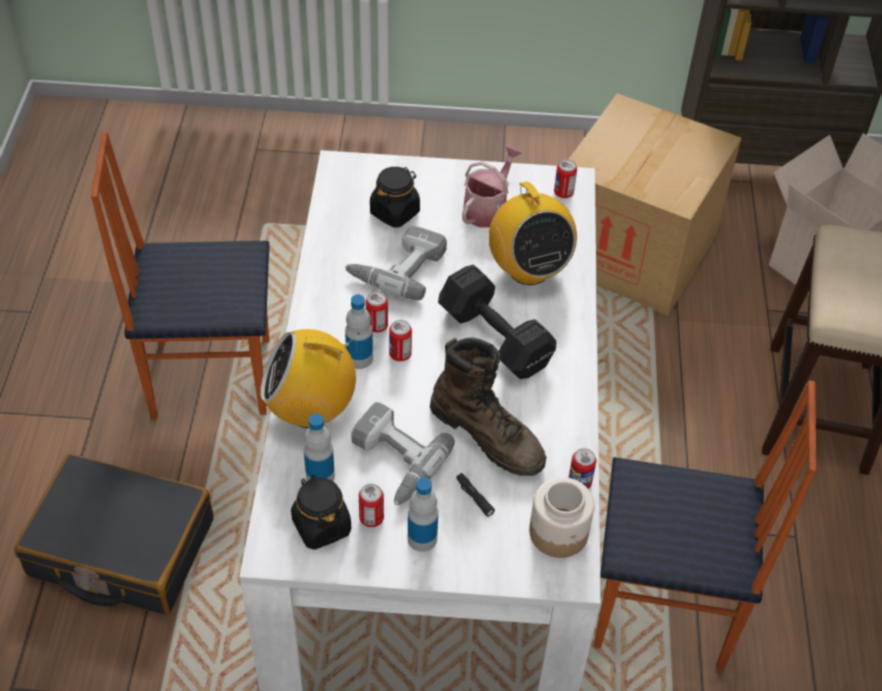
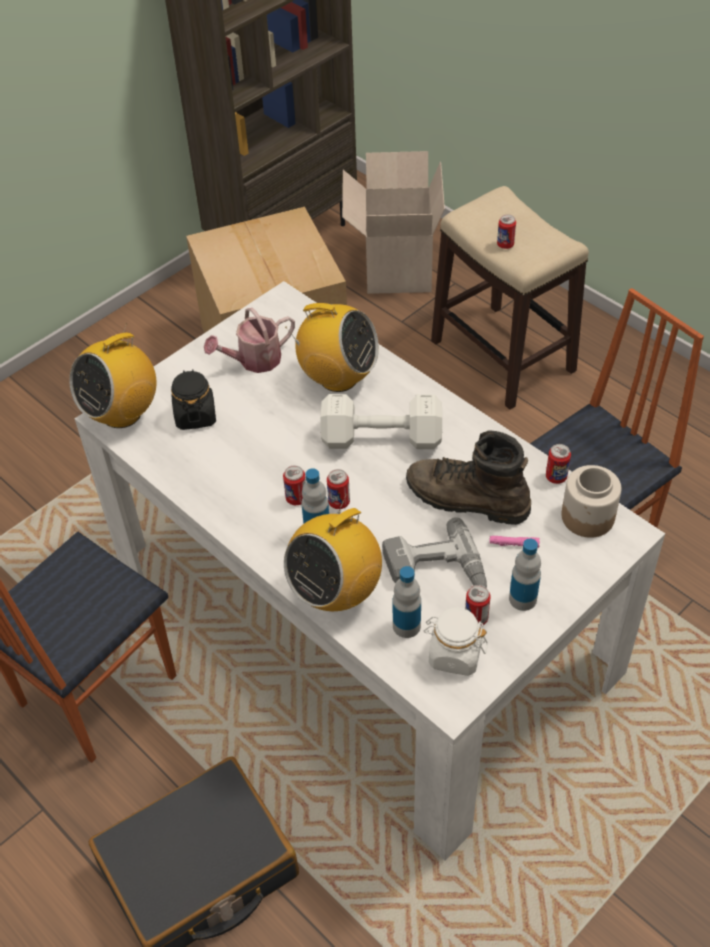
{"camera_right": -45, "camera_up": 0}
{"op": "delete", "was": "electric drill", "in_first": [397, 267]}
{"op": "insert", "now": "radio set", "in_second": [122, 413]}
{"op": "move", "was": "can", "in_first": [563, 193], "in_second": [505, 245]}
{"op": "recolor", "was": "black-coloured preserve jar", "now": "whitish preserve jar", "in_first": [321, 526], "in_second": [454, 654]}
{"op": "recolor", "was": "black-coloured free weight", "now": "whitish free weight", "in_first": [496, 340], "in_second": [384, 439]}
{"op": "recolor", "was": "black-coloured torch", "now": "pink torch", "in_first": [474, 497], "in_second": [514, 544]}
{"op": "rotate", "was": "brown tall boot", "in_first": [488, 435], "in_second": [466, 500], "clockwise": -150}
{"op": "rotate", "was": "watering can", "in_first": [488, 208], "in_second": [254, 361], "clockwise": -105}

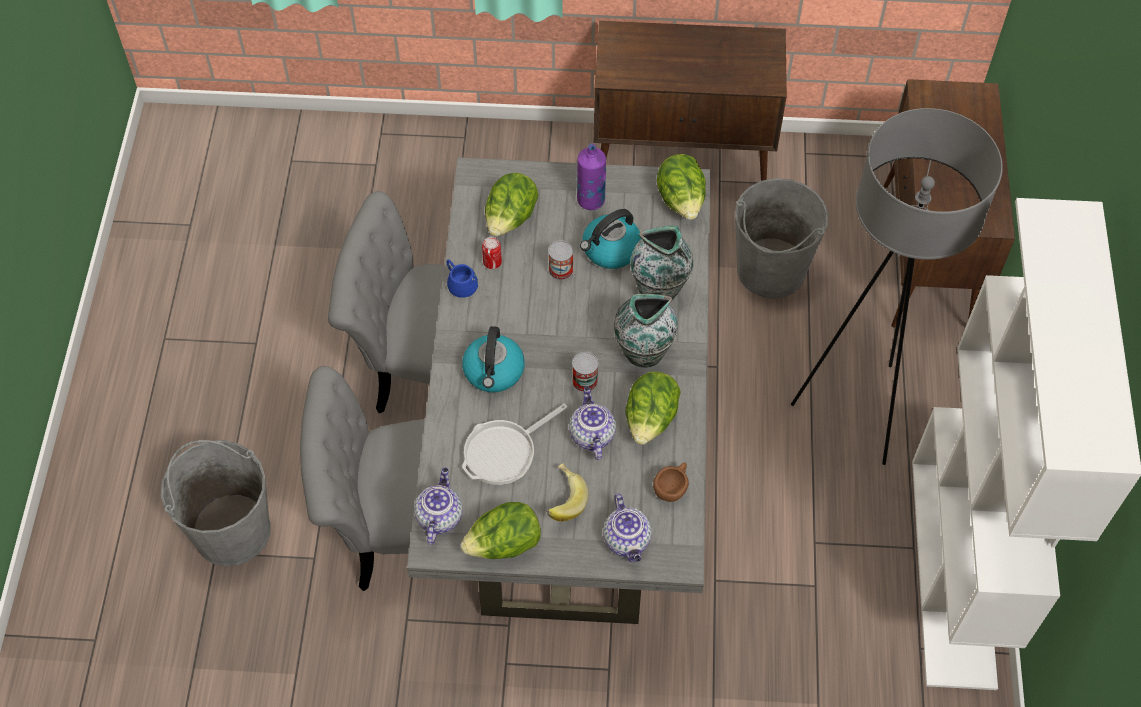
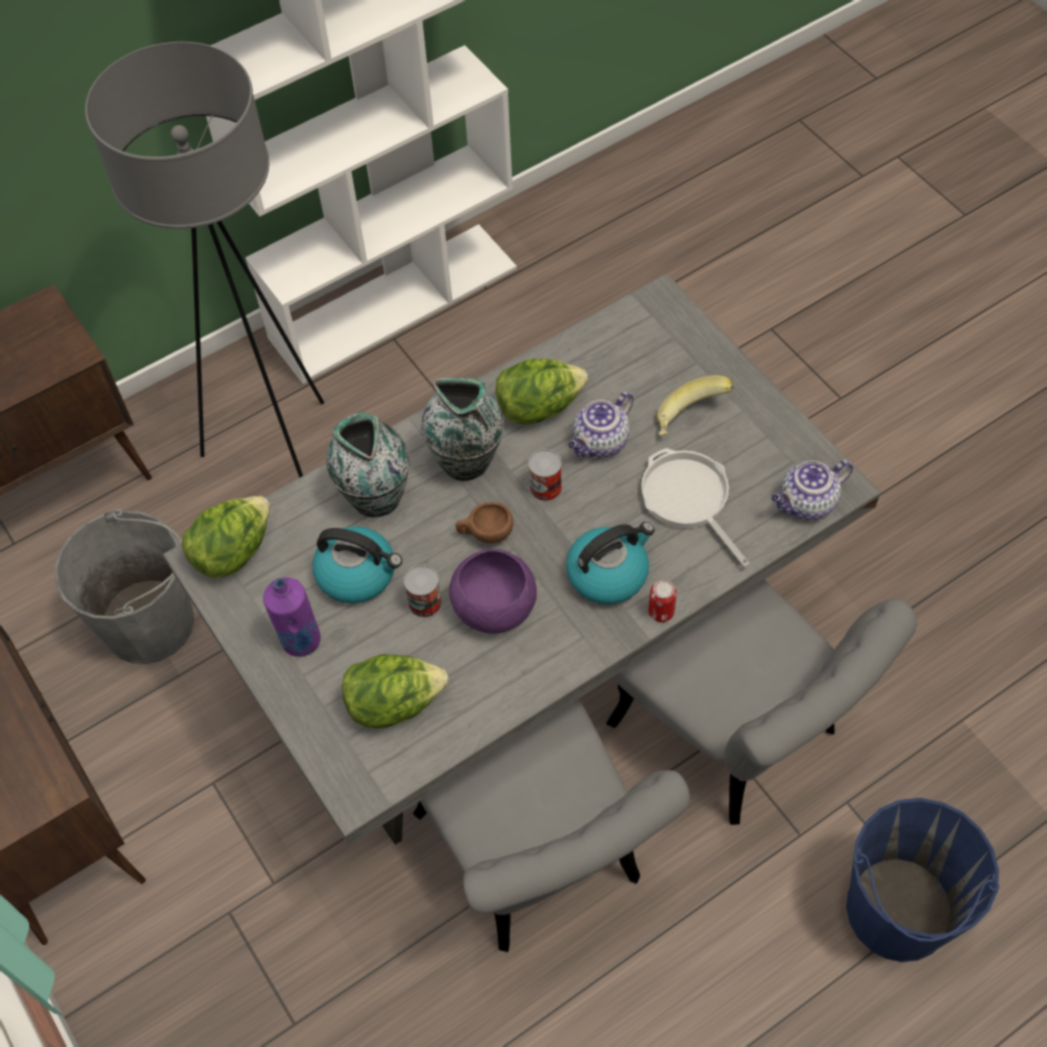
{"camera_right": -125, "camera_up": 0}
{"op": "delete", "was": "blue coffee mug", "in_first": [462, 281]}
{"op": "delete", "was": "head of lettuce", "in_first": [504, 544]}
{"op": "delete", "was": "tea pot", "in_first": [627, 541]}
{"op": "insert", "now": "purplish serving bowl", "in_second": [494, 606]}
{"op": "move", "was": "can", "in_first": [492, 262], "in_second": [661, 612]}
{"op": "move", "was": "brown cup", "in_first": [672, 487], "in_second": [485, 534]}
{"op": "recolor", "was": "greyish bucket", "now": "blue bucket", "in_first": [232, 530], "in_second": [898, 911]}
{"op": "rotate", "was": "pan", "in_first": [504, 452], "in_second": [688, 499], "clockwise": -135}

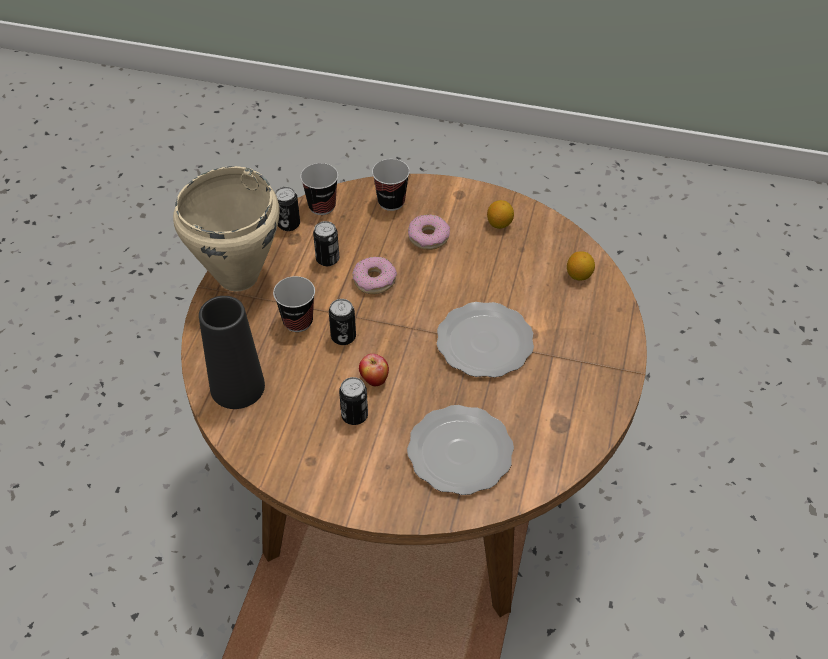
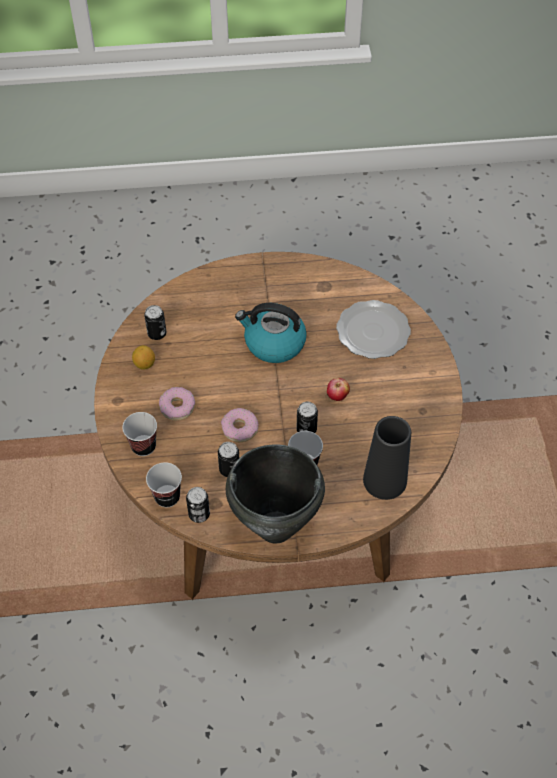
{"camera_right": -110, "camera_up": 5}
{"op": "delete", "was": "citrus fruit", "in_first": [579, 275]}
{"op": "move", "was": "can", "in_first": [354, 415], "in_second": [157, 333]}
{"op": "replace", "was": "dinner plate", "now": "kettle", "in_first": [483, 342], "in_second": [273, 343]}
{"op": "recolor", "was": "beige saucepot", "now": "black-coloured saucepot", "in_first": [237, 277], "in_second": [276, 528]}

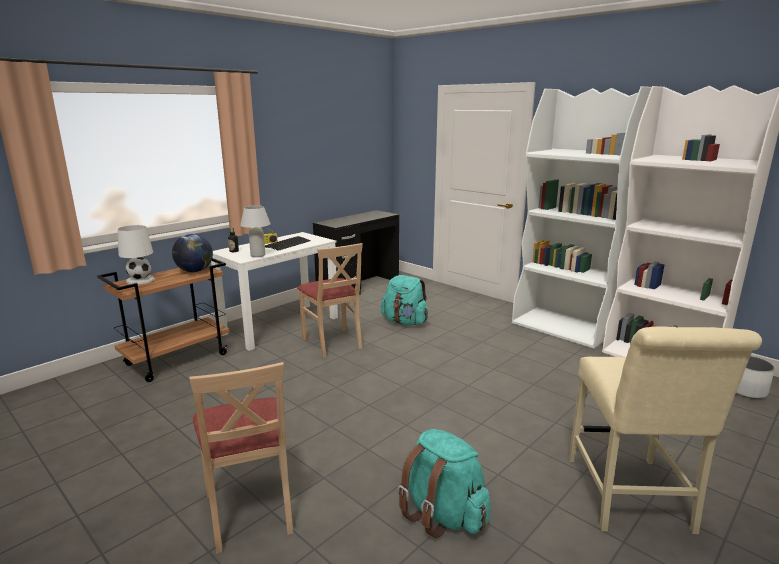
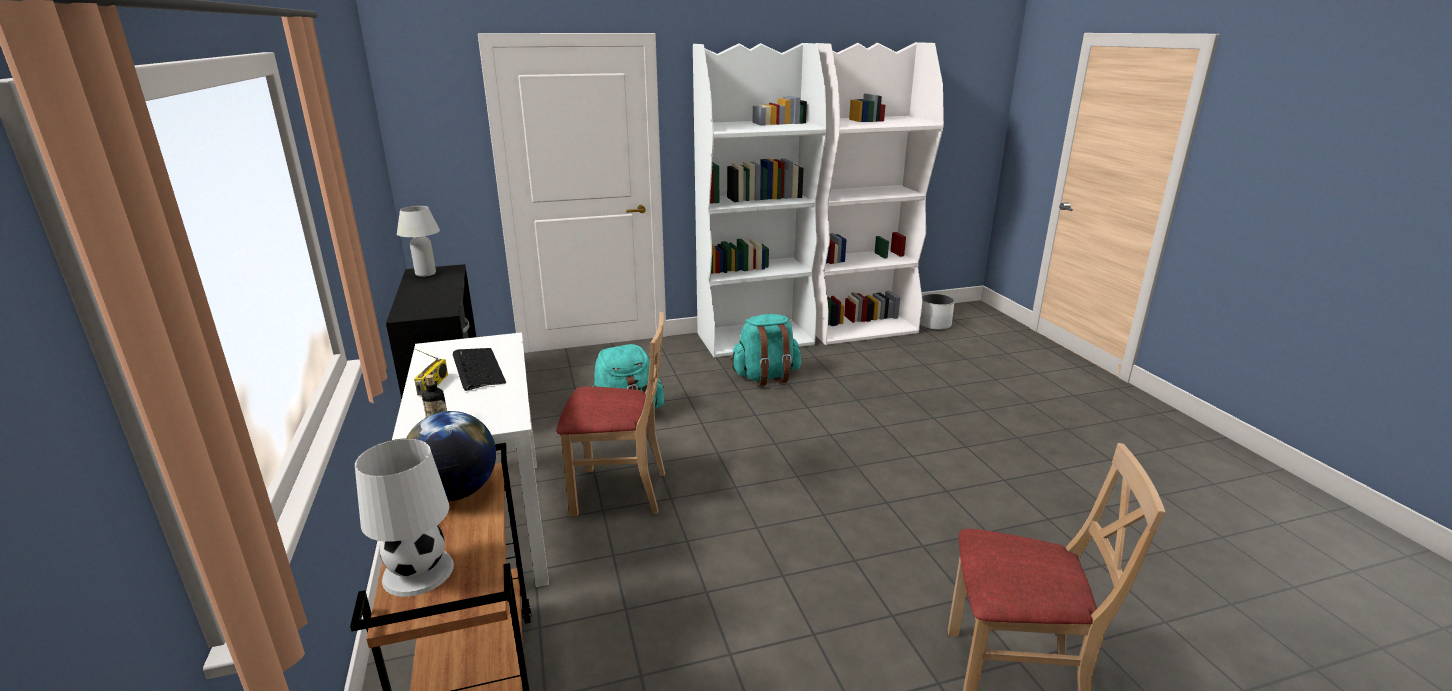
{"camera_right": -60, "camera_up": 5}
{"op": "delete", "was": "beige plain chair", "in_first": [629, 498]}
{"op": "move", "was": "whitish lamp for a table", "in_first": [258, 255], "in_second": [425, 274]}
{"op": "move", "was": "turquoise-coloured knapsack", "in_first": [443, 514], "in_second": [766, 377]}

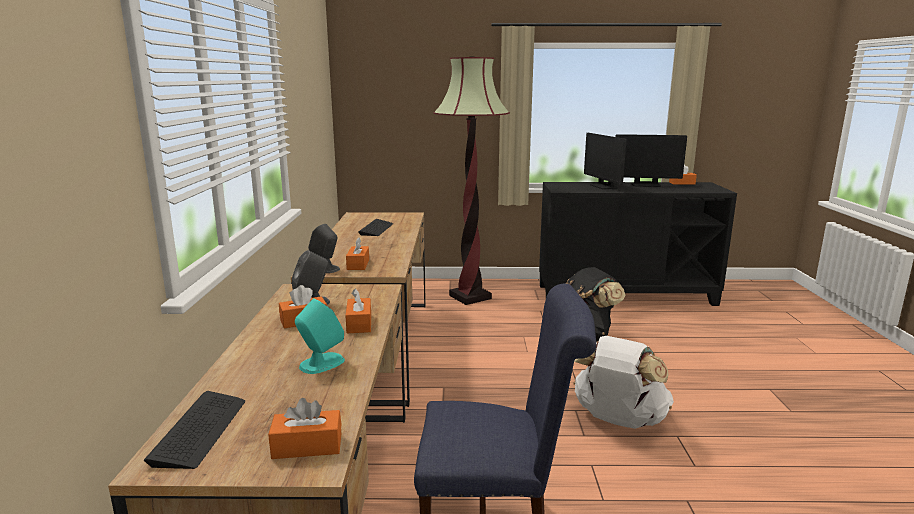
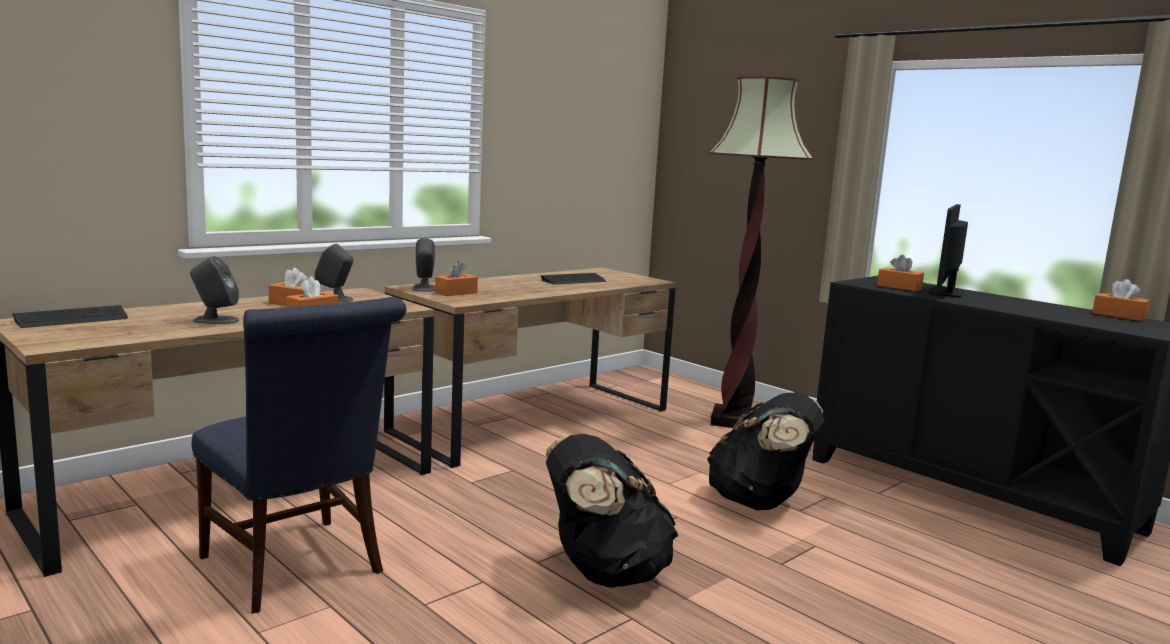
{"camera_right": 45, "camera_up": -5}
{"op": "delete", "was": "monitor", "in_first": [646, 185]}
{"op": "move", "was": "orange-coloured tissue box", "in_first": [307, 446], "in_second": [899, 287]}
{"op": "recolor", "was": "turquoise-coloured loudspeaker", "now": "greyish loudspeaker", "in_first": [321, 363], "in_second": [215, 320]}
{"op": "recolor", "was": "whitish knapsack", "now": "black-coloured knapsack", "in_first": [618, 420], "in_second": [604, 573]}

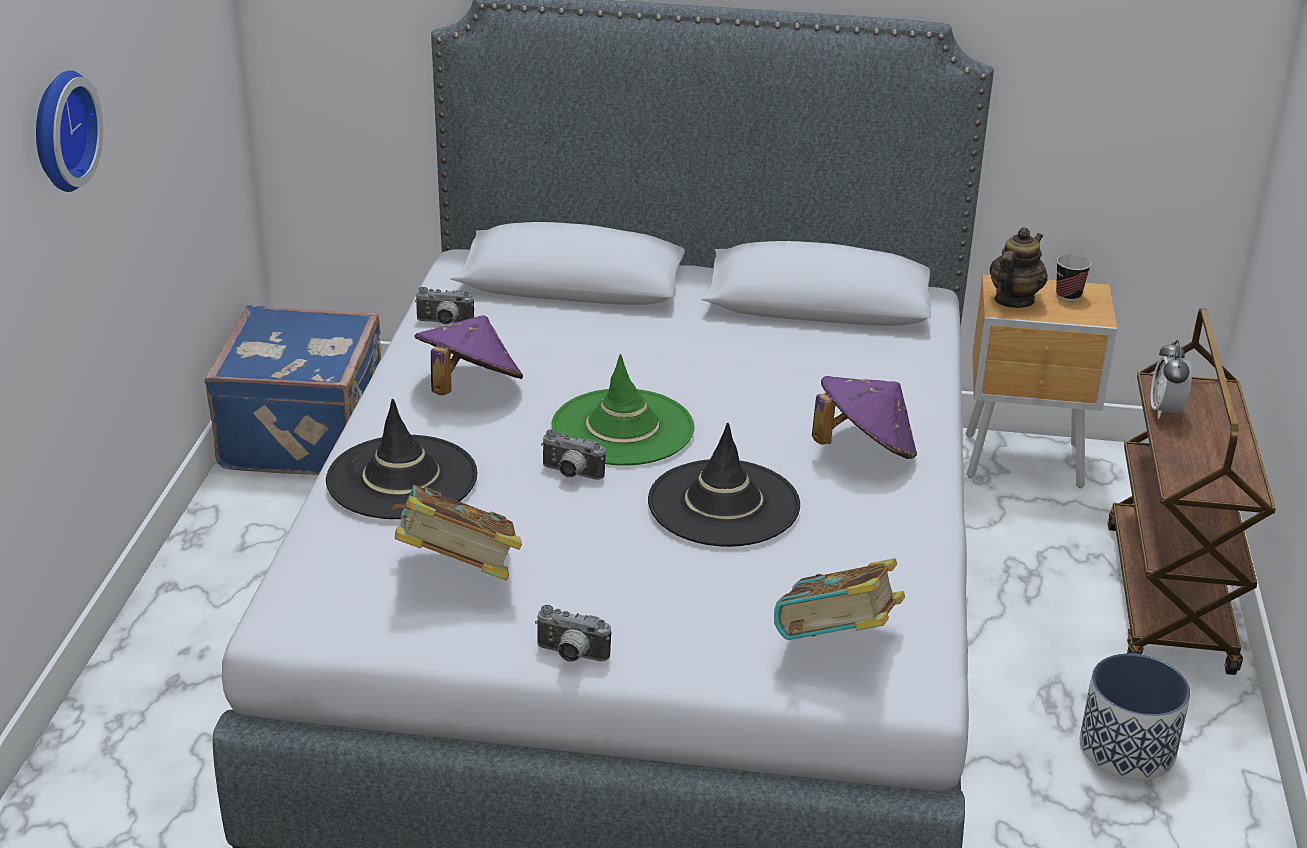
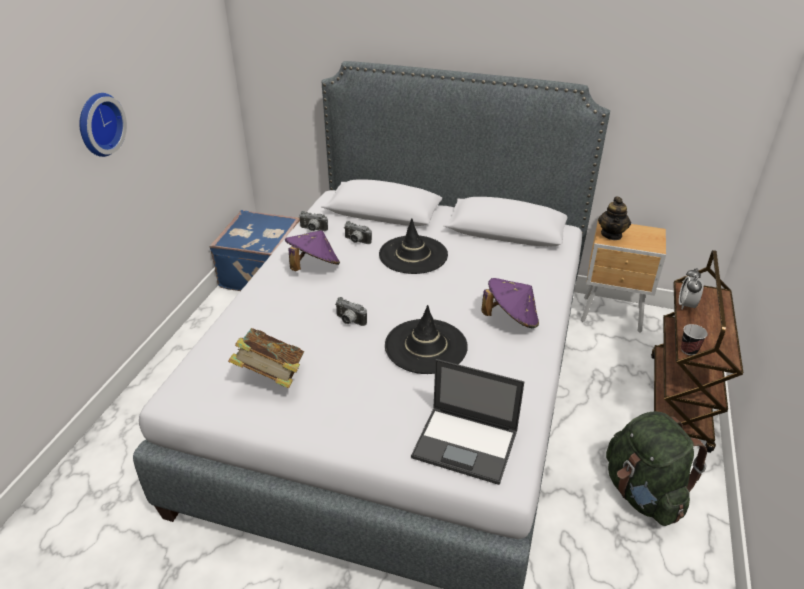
{"camera_right": 10, "camera_up": 5}
{"op": "delete", "was": "green-coloured clothing hat", "in_first": [623, 428]}
{"op": "move", "was": "black-coloured clothing hat", "in_first": [402, 478], "in_second": [413, 255]}
{"op": "move", "was": "still camera", "in_first": [570, 656], "in_second": [356, 241]}
{"op": "move", "was": "cup", "in_first": [1068, 295], "in_second": [689, 350]}
{"op": "replace", "was": "volume", "now": "laptop", "in_first": [836, 644], "in_second": [466, 444]}
{"op": "replace", "was": "flower pot", "now": "green-coloured knapsack", "in_first": [1127, 750], "in_second": [643, 493]}
{"op": "rotate", "was": "tea pot", "in_first": [1013, 300], "in_second": [611, 234], "clockwise": 150}

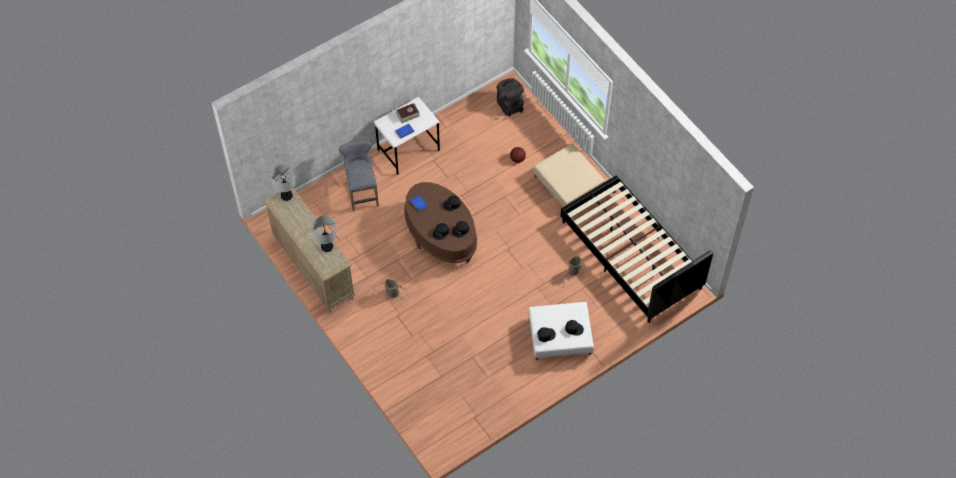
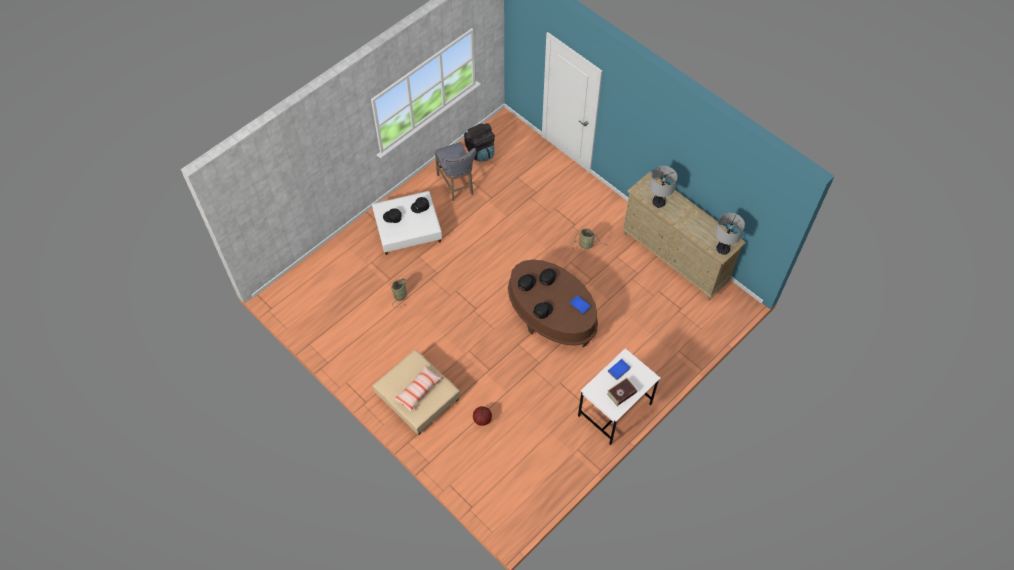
{"camera_right": 170, "camera_up": 0}
{"op": "delete", "was": "black-coloured sleeping bed", "in_first": [631, 255]}
{"op": "insert", "now": "cushion", "in_second": [418, 390]}
{"op": "move", "was": "greyish stool", "in_first": [362, 192], "in_second": [457, 186]}
{"op": "move", "was": "black-coloured knapsack", "in_first": [509, 104], "in_second": [480, 151]}

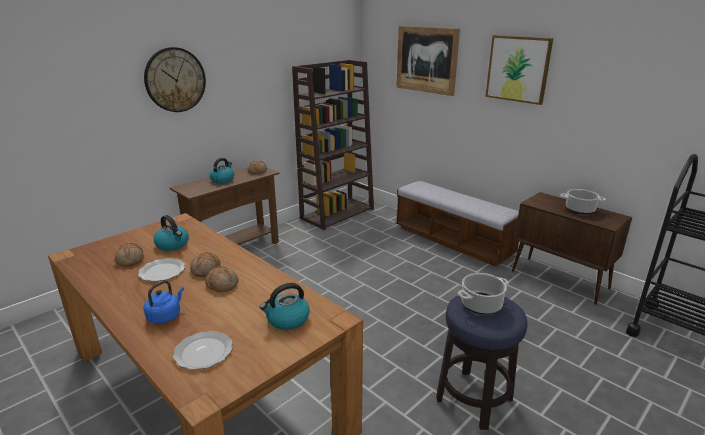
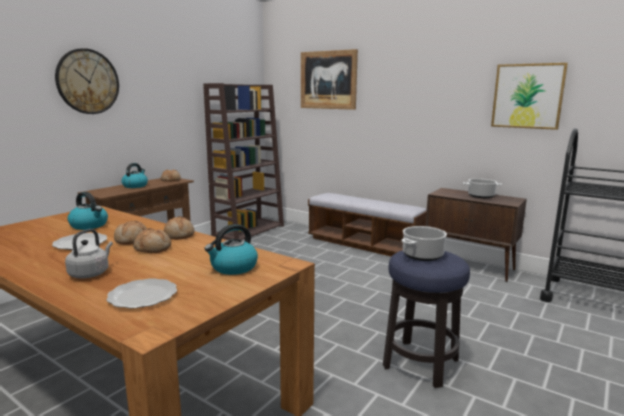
{"camera_right": -10, "camera_up": -10}
{"op": "move", "was": "bakery bread", "in_first": [131, 260], "in_second": [179, 235]}
{"op": "move", "was": "wall picture", "in_first": [518, 69], "in_second": [527, 96]}
{"op": "recolor", "was": "blue kettle", "now": "greyish kettle", "in_first": [165, 316], "in_second": [91, 273]}

